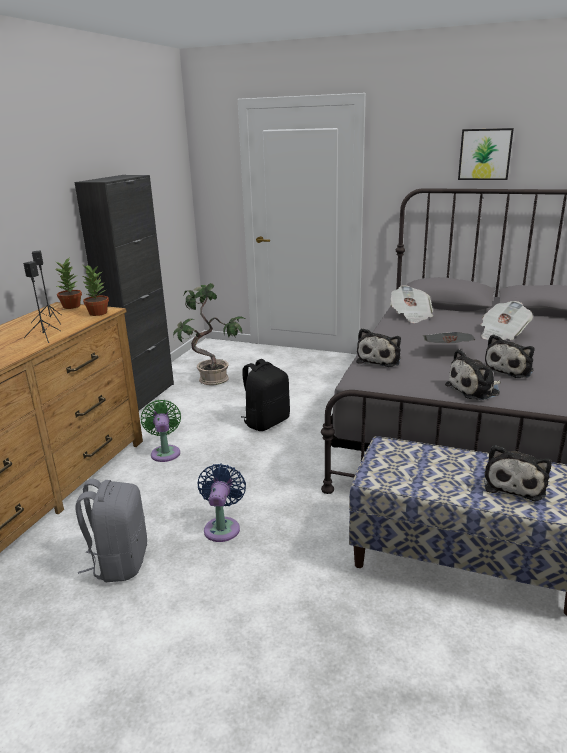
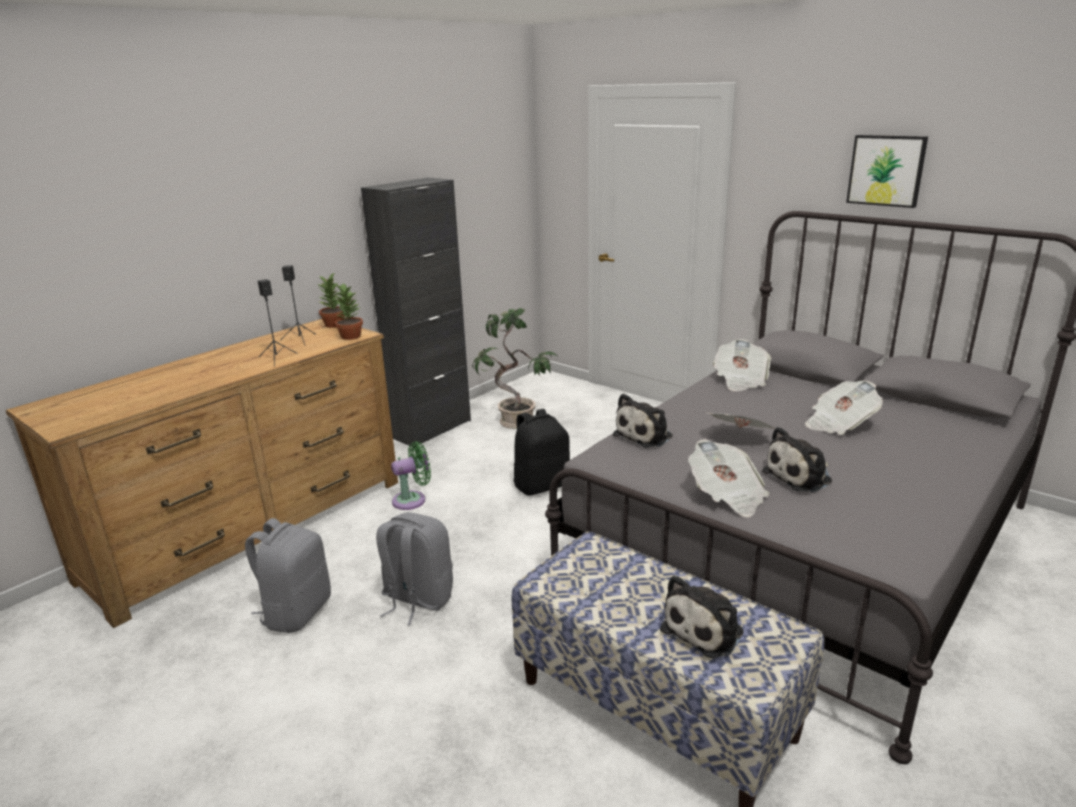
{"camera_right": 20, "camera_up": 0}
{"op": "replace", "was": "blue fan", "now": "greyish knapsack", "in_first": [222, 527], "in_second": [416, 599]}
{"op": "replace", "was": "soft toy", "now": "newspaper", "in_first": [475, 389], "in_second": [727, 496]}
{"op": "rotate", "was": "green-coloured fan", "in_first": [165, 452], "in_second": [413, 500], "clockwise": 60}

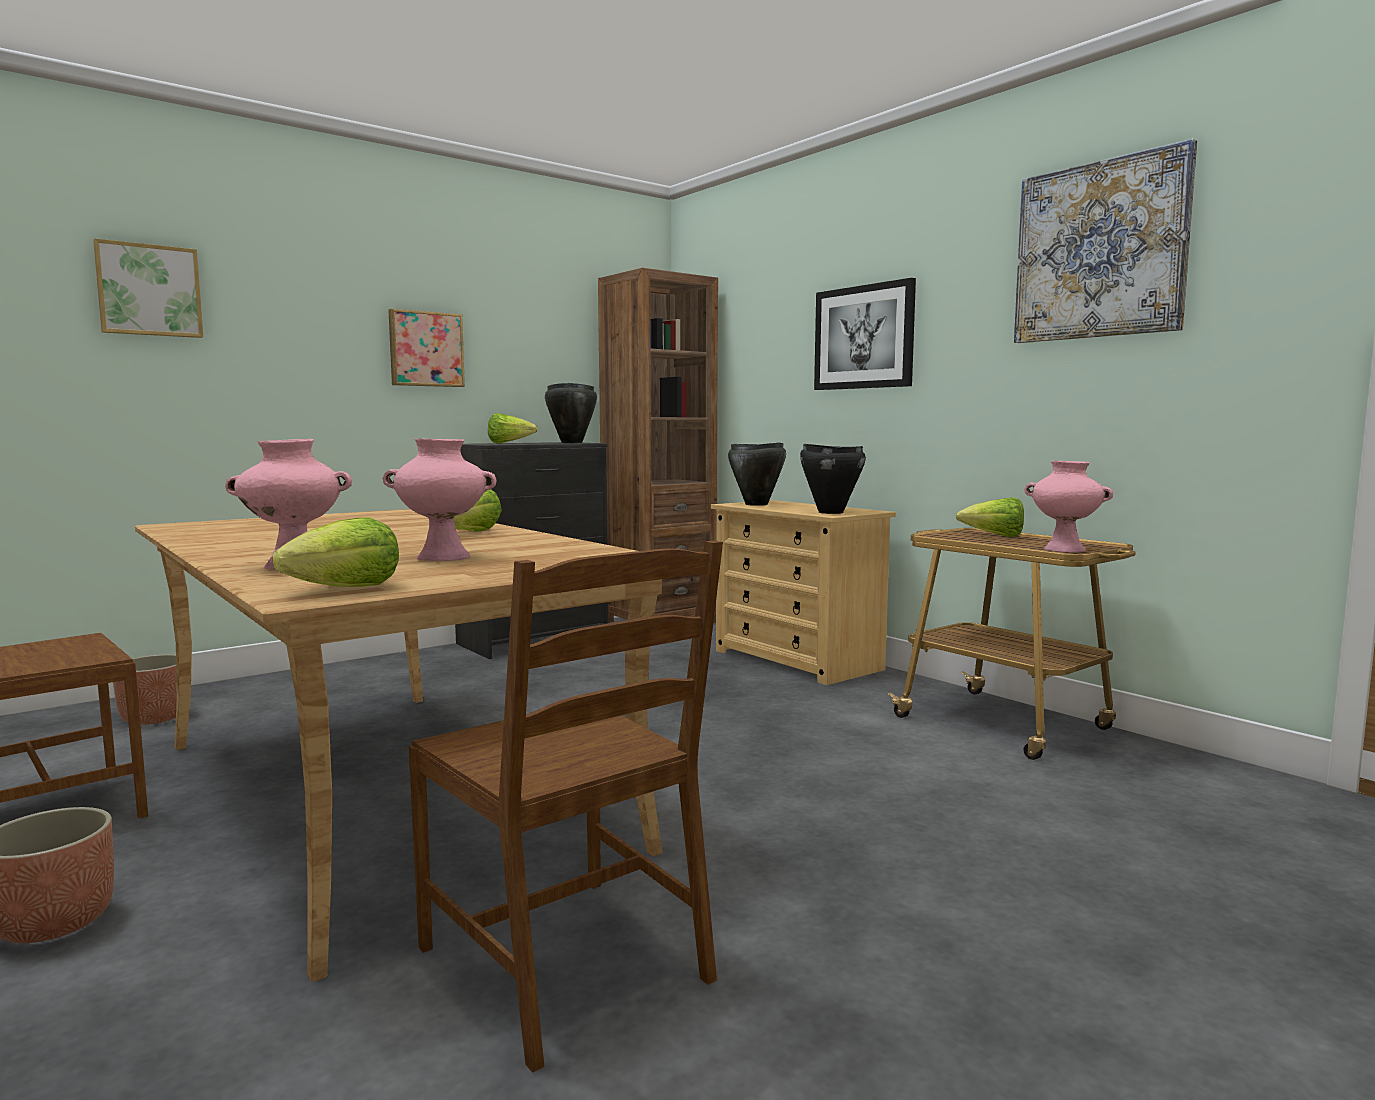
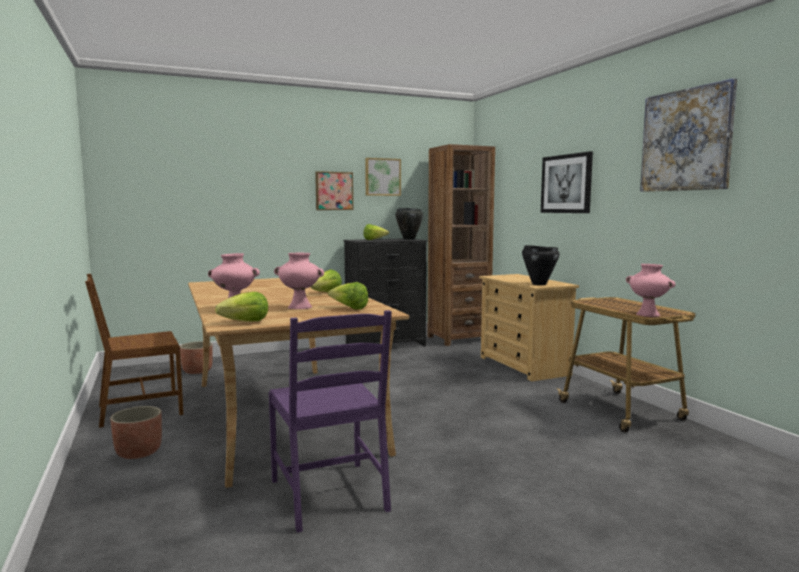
{"camera_right": 15, "camera_up": 0}
{"op": "delete", "was": "black-coloured saucepot", "in_first": [756, 504]}
{"op": "move", "was": "wall picture", "in_first": [149, 290], "in_second": [382, 177]}
{"op": "move", "was": "head of lettuce", "in_first": [994, 536], "in_second": [349, 308]}
{"op": "recolor", "was": "brown plain chair", "now": "purplish plain chair", "in_first": [568, 963], "in_second": [330, 495]}

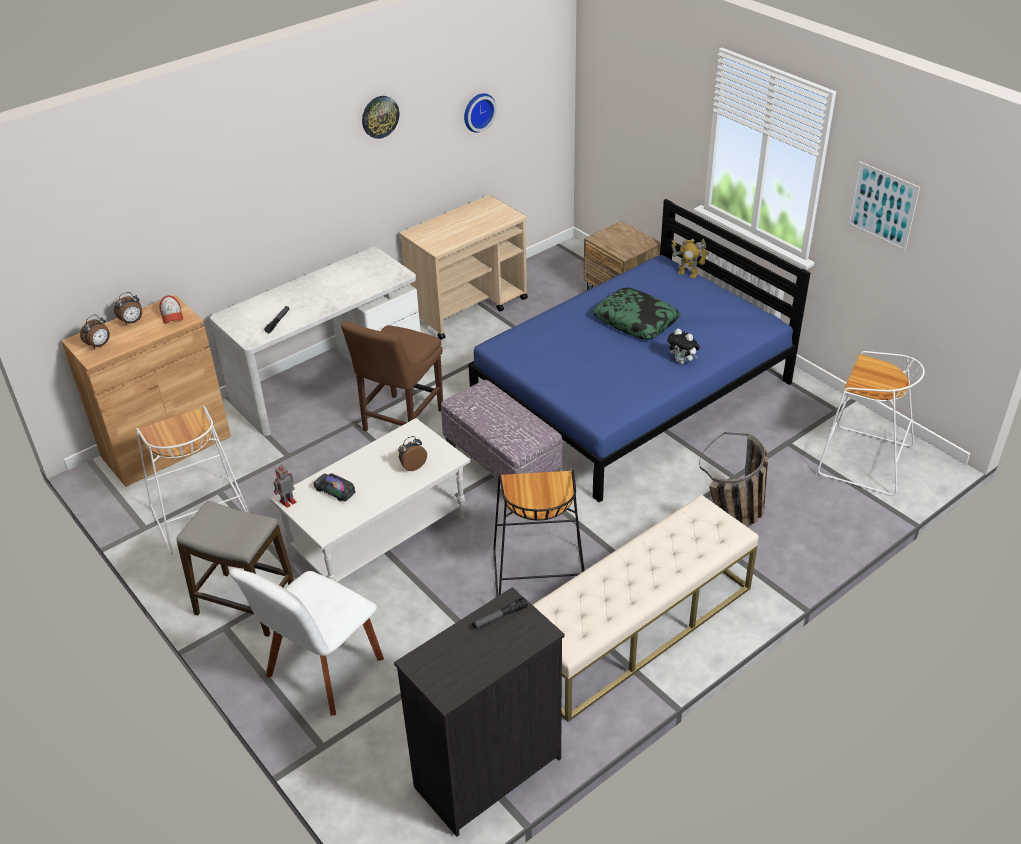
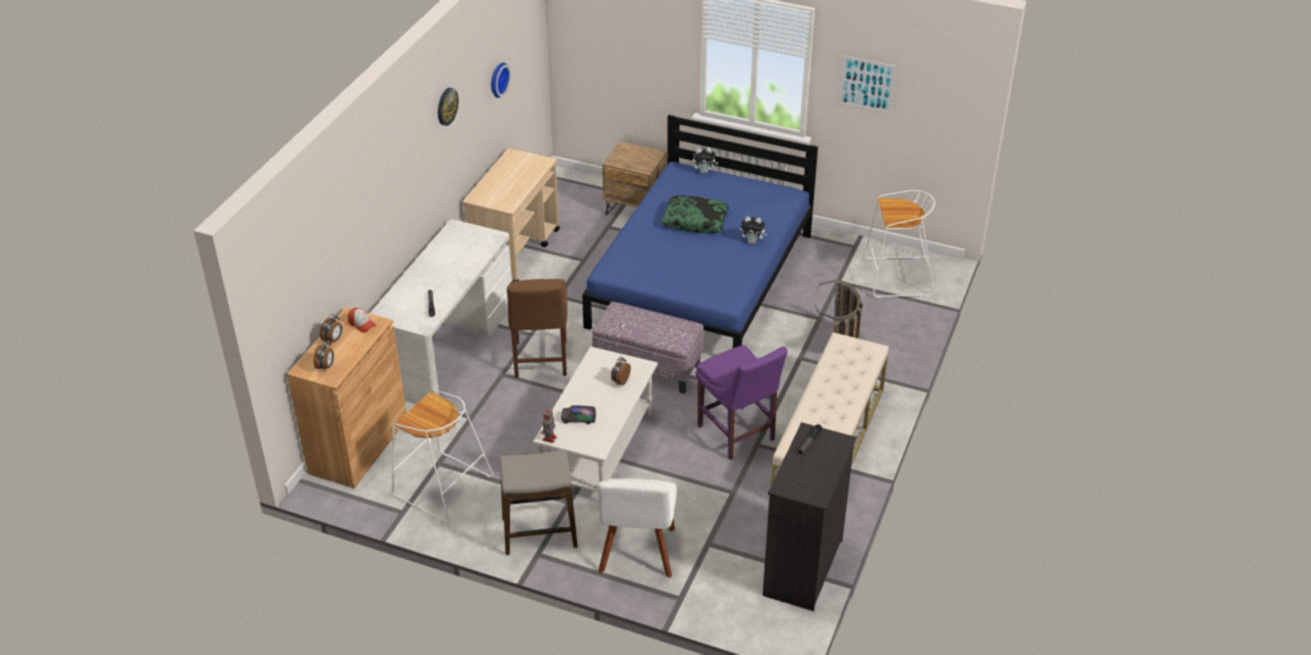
{"camera_right": -30, "camera_up": 0}
{"op": "replace", "was": "black-coloured stool", "now": "purplish plain chair", "in_first": [538, 578], "in_second": [738, 435]}
{"op": "replace", "was": "toy robot", "now": "soft toy", "in_first": [687, 273], "in_second": [704, 171]}

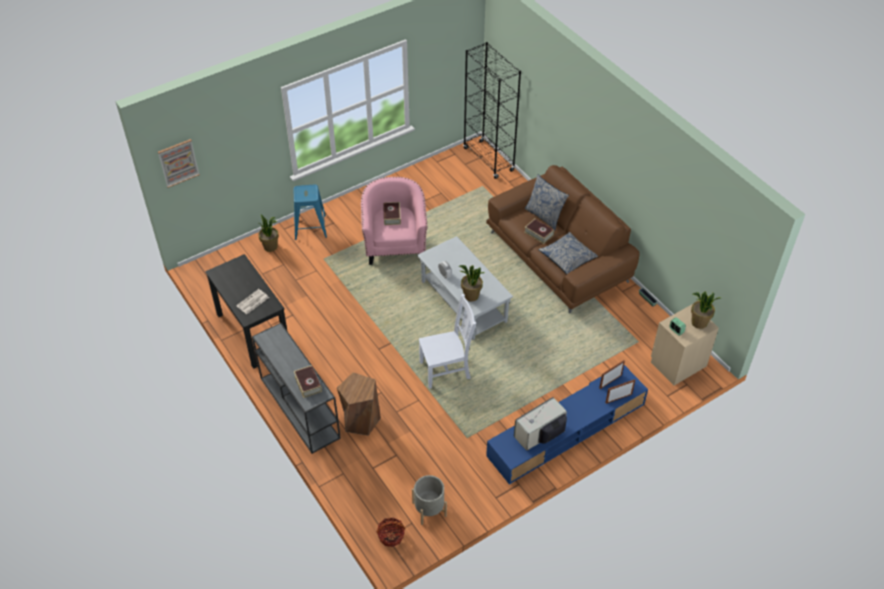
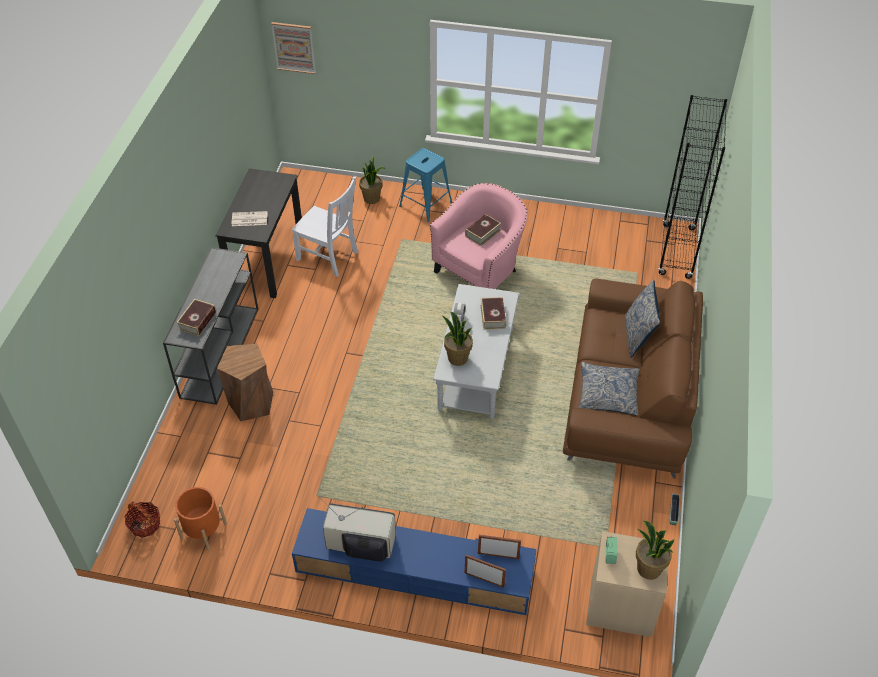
{"camera_right": 45, "camera_up": 0}
{"op": "move", "was": "whitish plain chair", "in_first": [446, 369], "in_second": [329, 257]}
{"op": "move", "was": "volume", "in_first": [539, 233], "in_second": [493, 316]}
{"op": "recolor", "was": "greyish flower pot", "now": "orange-coloured flower pot", "in_first": [429, 509], "in_second": [203, 530]}

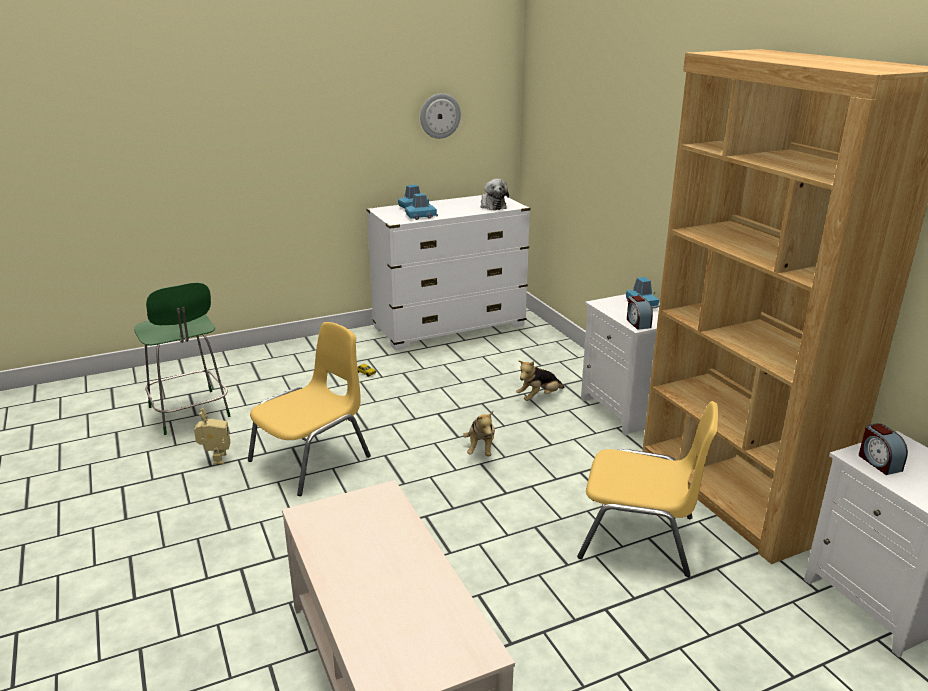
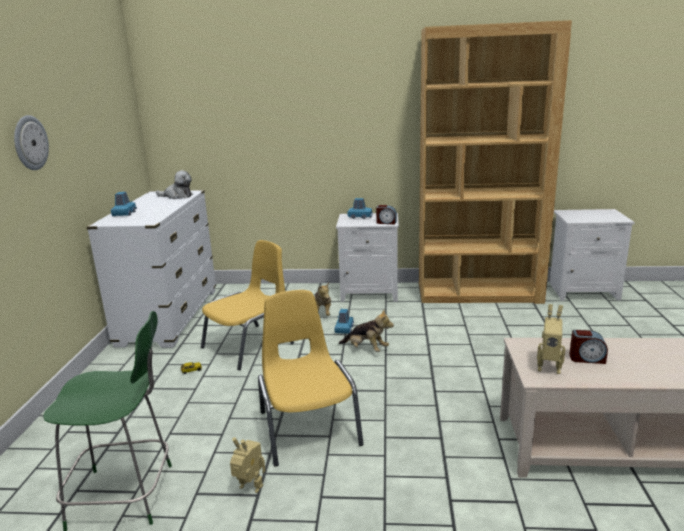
{"camera_right": -60, "camera_up": -5}
{"op": "insert", "now": "toy robot", "in_second": [548, 367]}
{"op": "move", "was": "blue toy car", "in_first": [421, 216], "in_second": [344, 329]}
{"op": "move", "was": "clock on the wall", "in_first": [440, 116], "in_second": [30, 143]}
{"op": "move", "was": "yellowish plain chair", "in_first": [639, 537], "in_second": [249, 345]}
{"op": "move", "was": "alarm clock", "in_first": [878, 462], "in_second": [587, 358]}

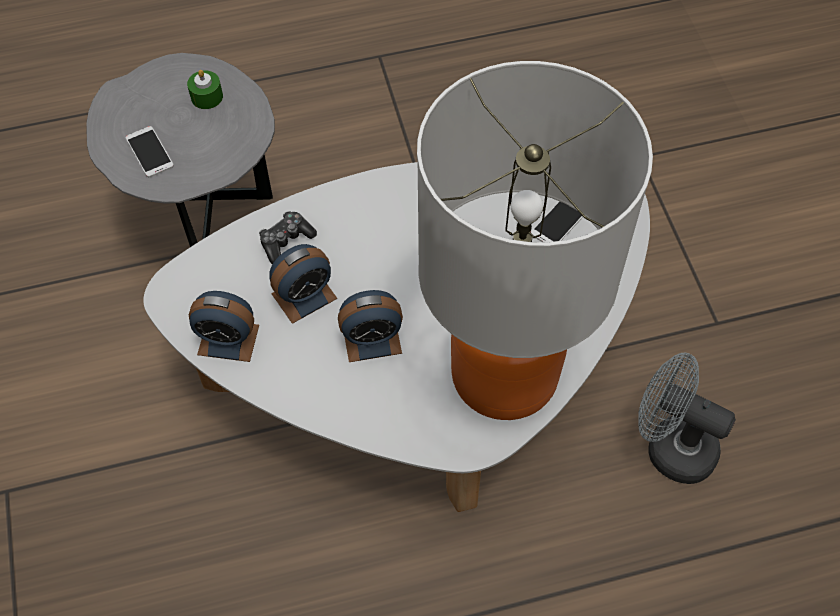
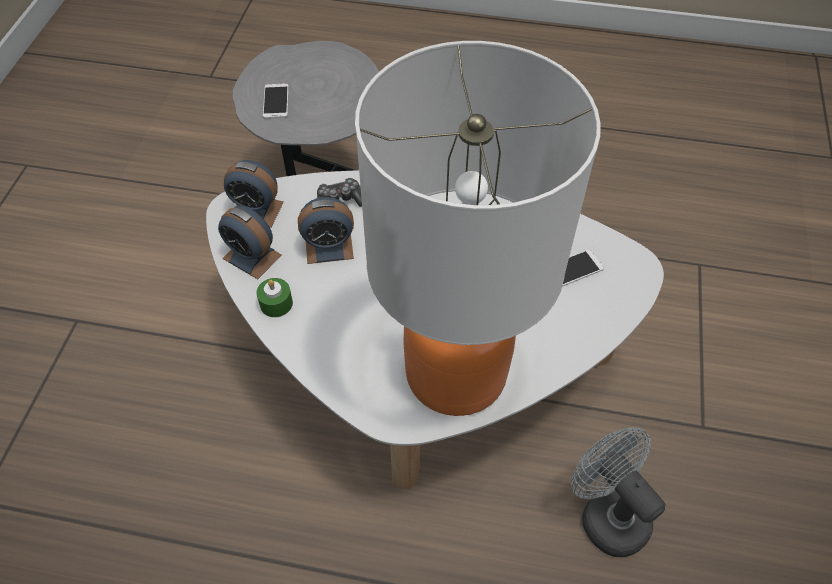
{"camera_right": 25, "camera_up": -5}
{"op": "move", "was": "green-coloured wax light", "in_first": [207, 97], "in_second": [276, 303]}
{"op": "move", "was": "alarm clock", "in_first": [372, 339], "in_second": [256, 210]}

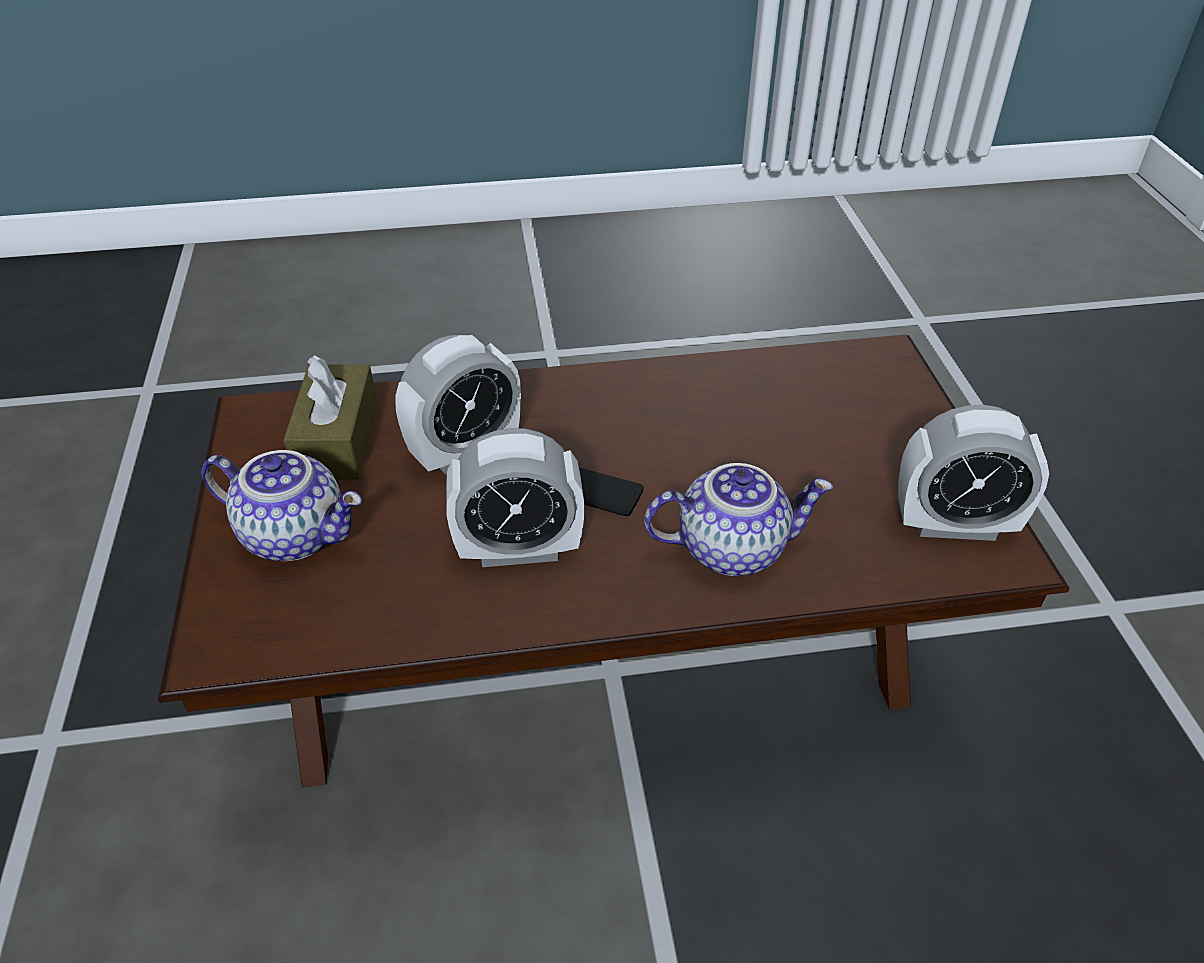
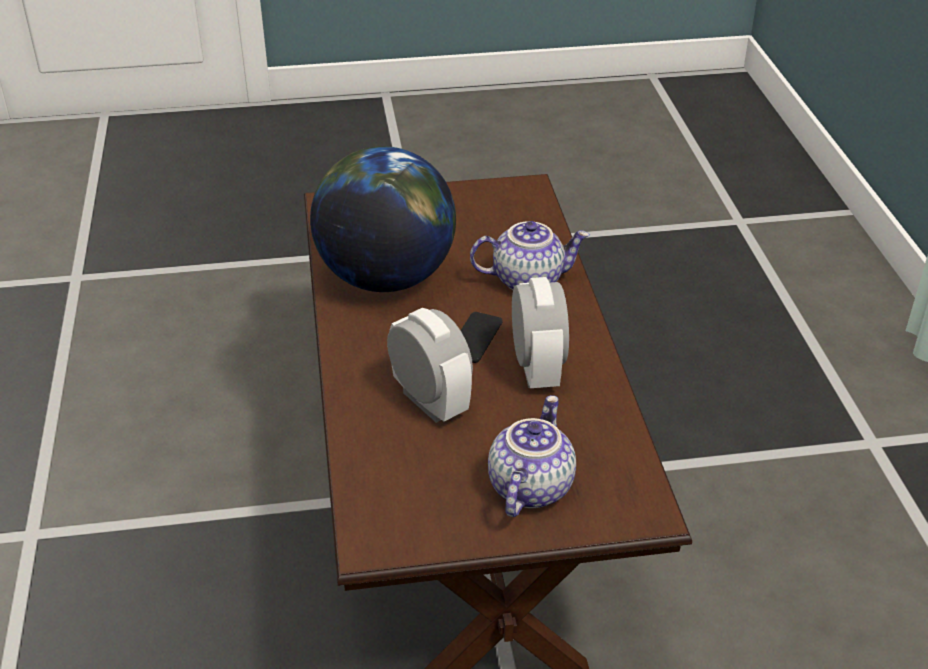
{"camera_right": -90, "camera_up": -5}
{"op": "delete", "was": "brown tissue box", "in_first": [337, 440]}
{"op": "delete", "was": "alarm clock", "in_first": [954, 525]}
{"op": "insert", "now": "world globe", "in_second": [386, 277]}
{"op": "rotate", "was": "tea pot", "in_first": [732, 547], "in_second": [528, 279], "clockwise": 90}

